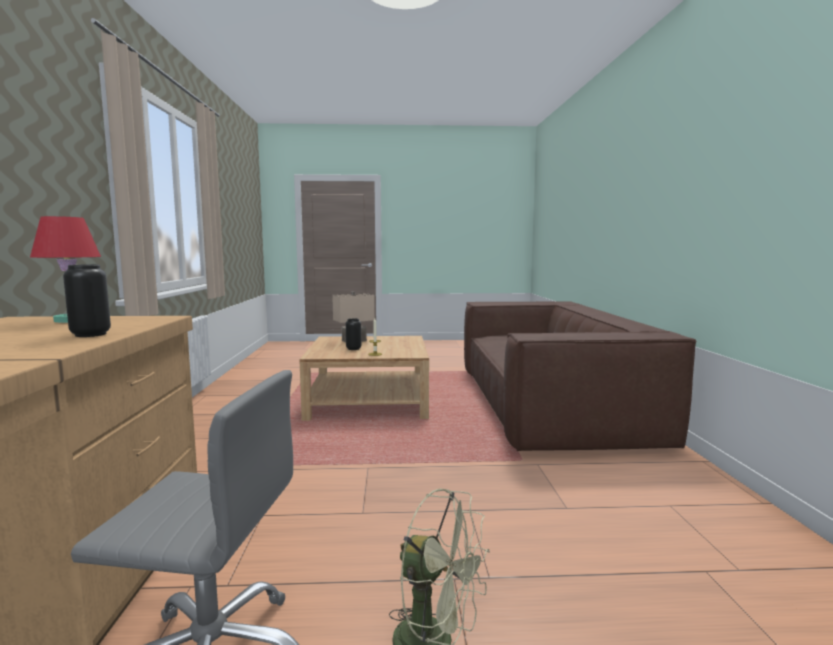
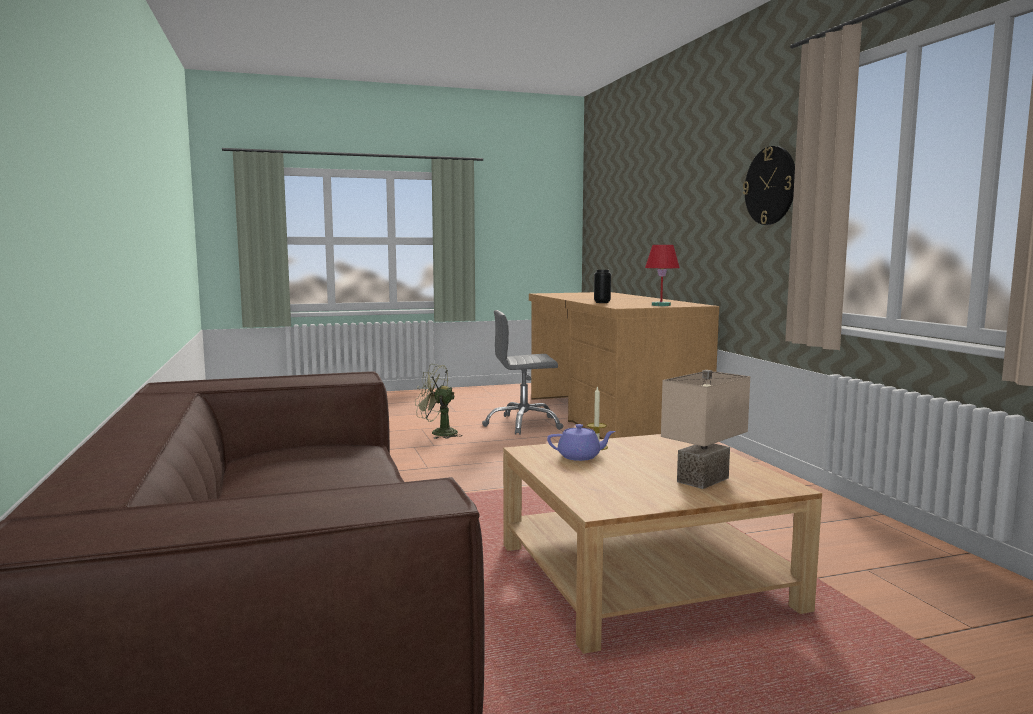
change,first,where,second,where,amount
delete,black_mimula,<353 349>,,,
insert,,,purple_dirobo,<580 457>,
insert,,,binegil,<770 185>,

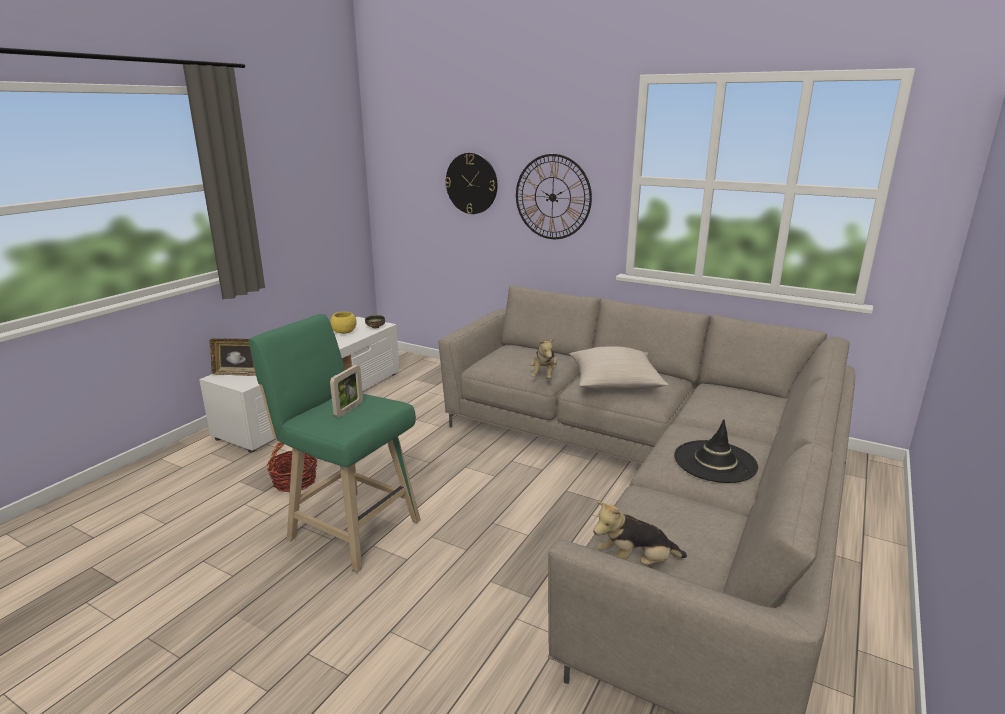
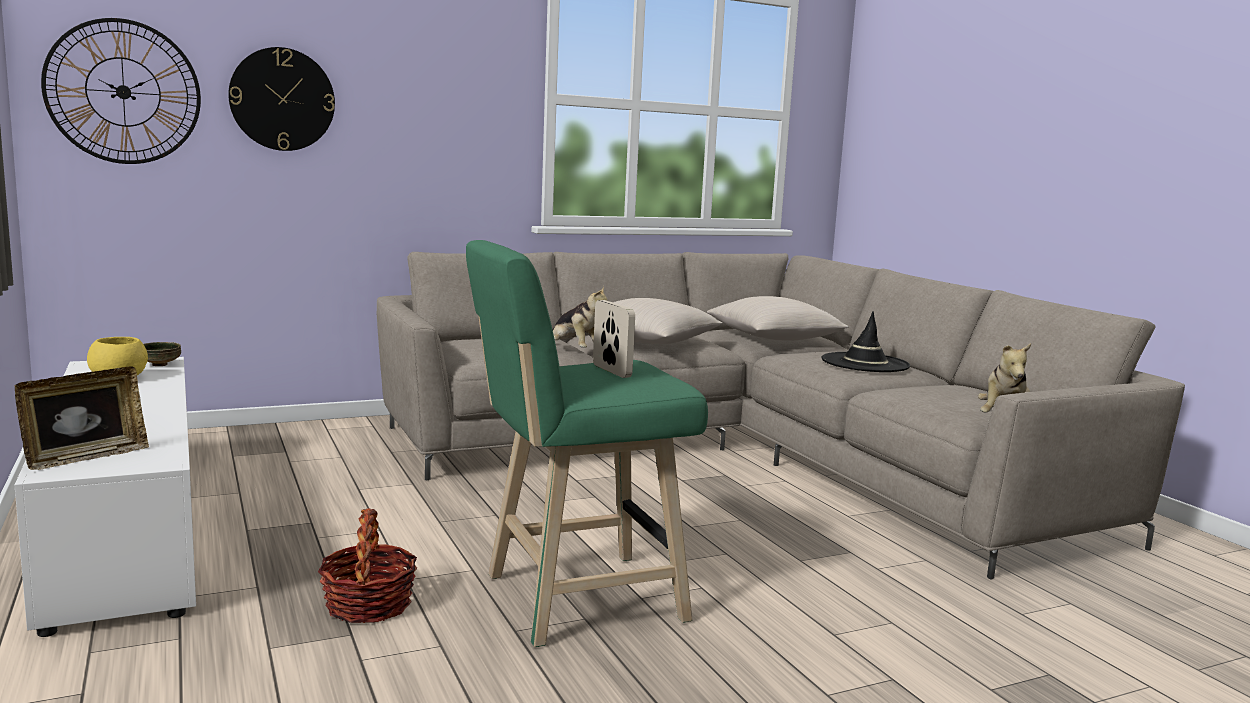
change,first,where,second,where,amount
insert,,,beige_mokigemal,<774 338>,
move,binegil,<552 197>,,<123 92>,

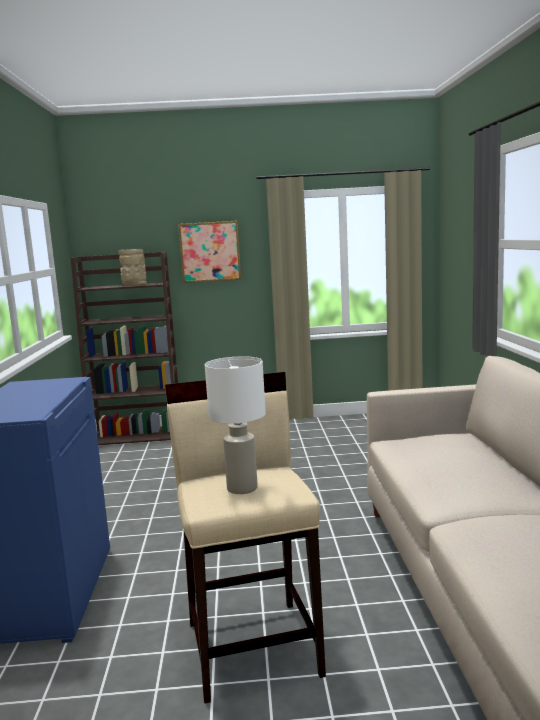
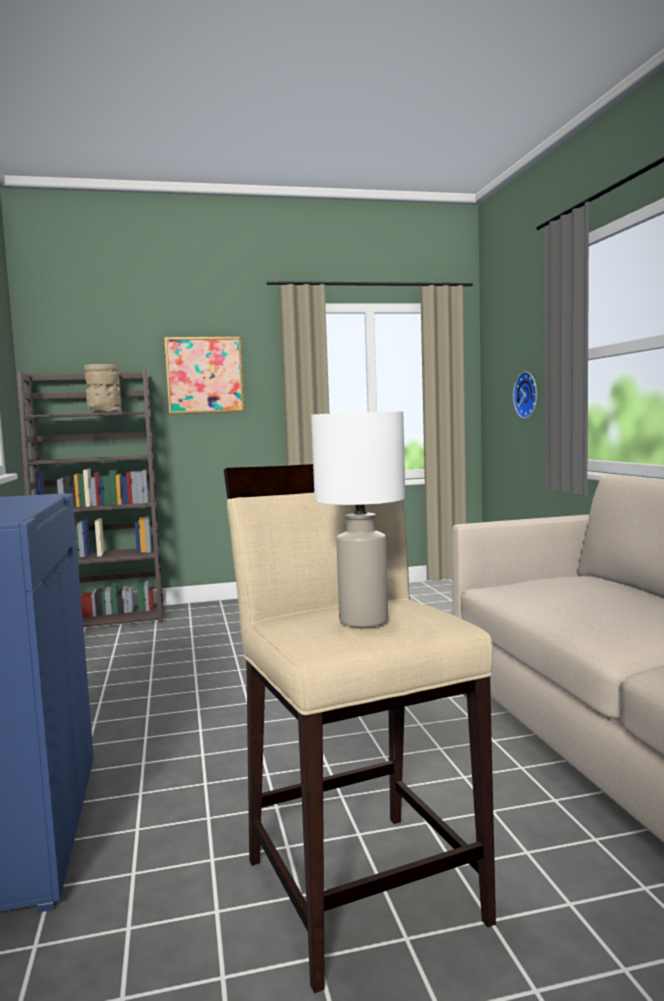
change,first,where,second,where,amount
insert,,,binegil,<528 395>,

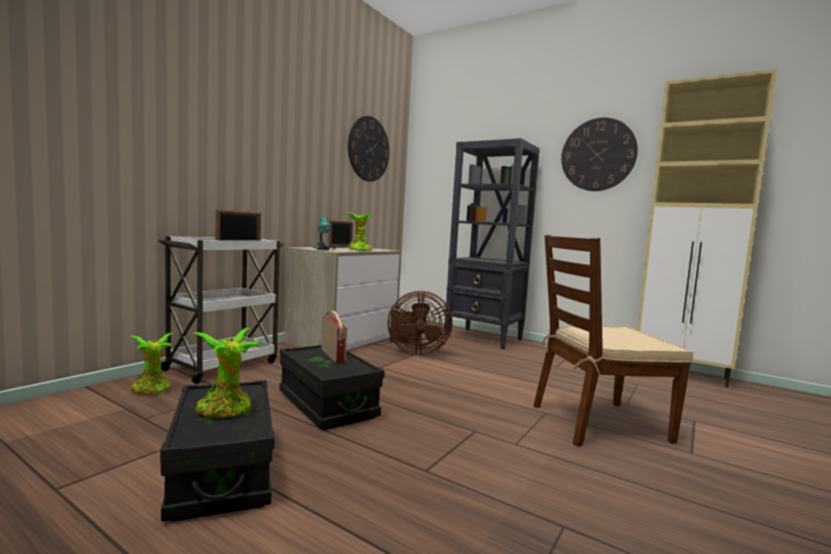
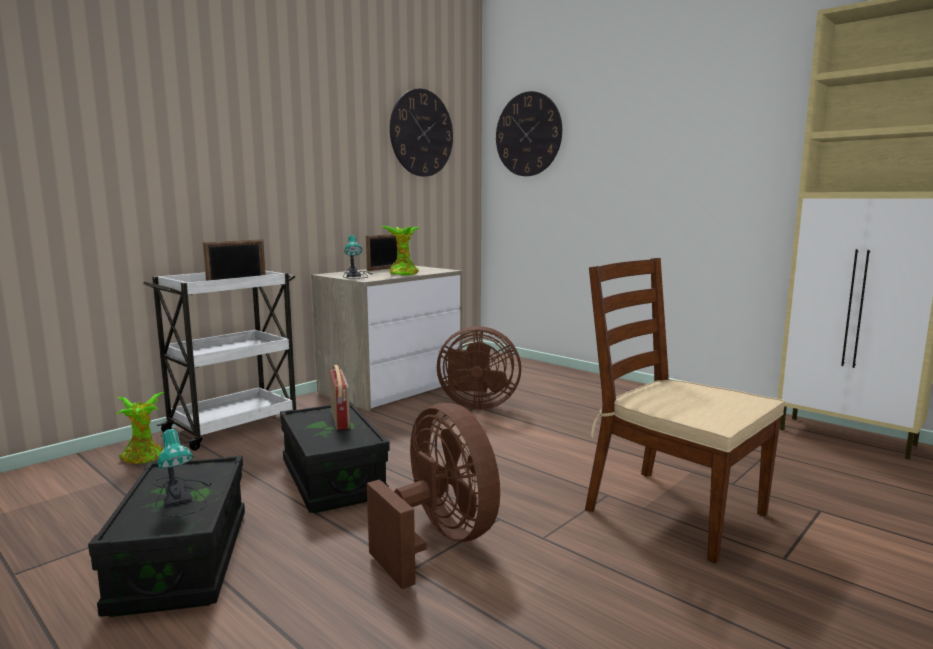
change,first,where,second,where,amount
delete,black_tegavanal,<484 338>,,,
insert,,,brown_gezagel,<439 541>,
move,binegil,<598 155>,,<528 134>,
replace,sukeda,<226 411>,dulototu,<179 495>,
rotate,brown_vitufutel,<597 423>,,<673 511>,45 degrees clockwise

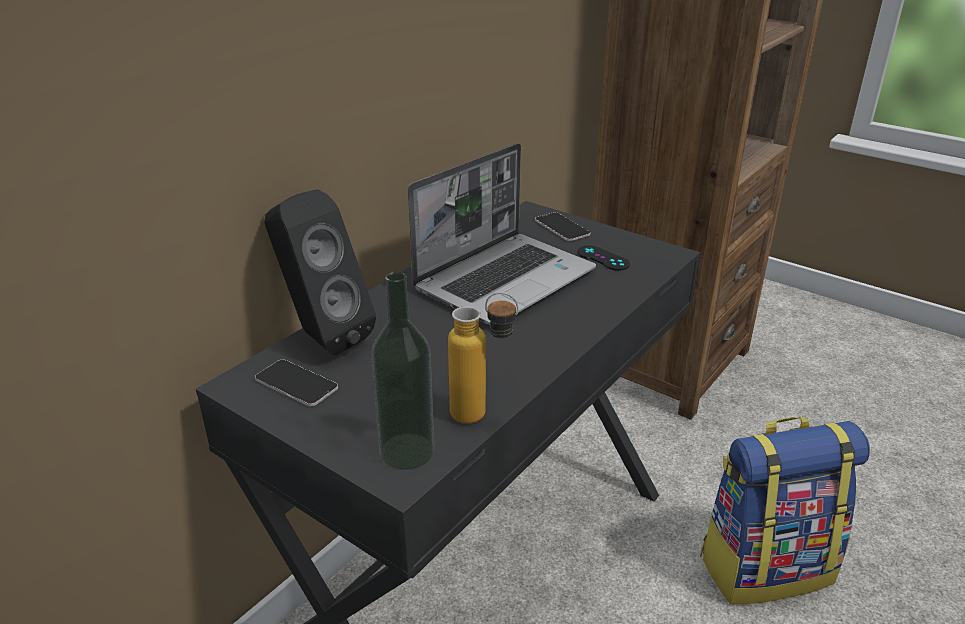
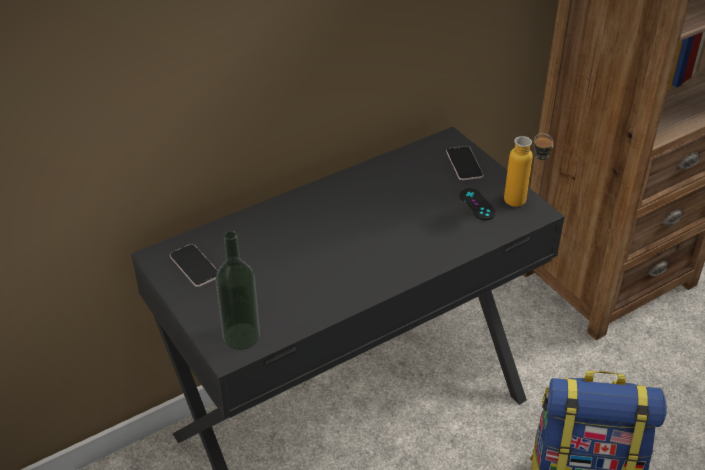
change,first,where,second,where,amount
delete,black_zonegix,<321 337>,,,
delete,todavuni,<505 279>,,,
move,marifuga,<482 416>,,<523 203>,

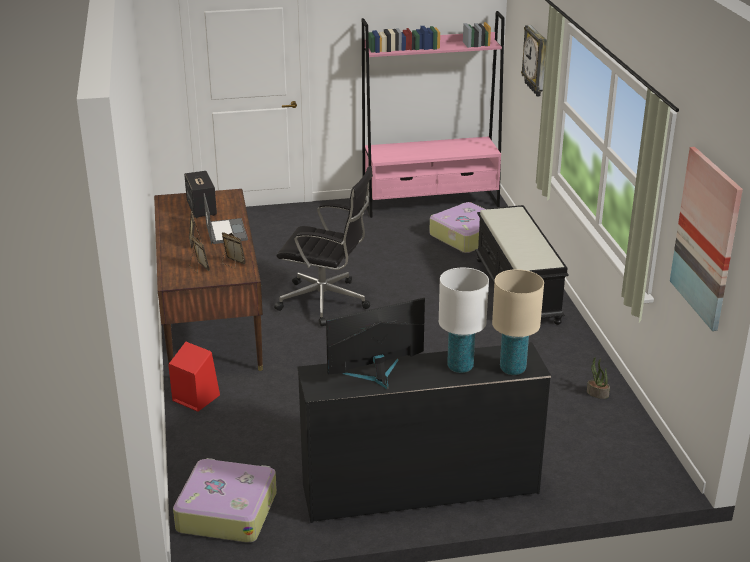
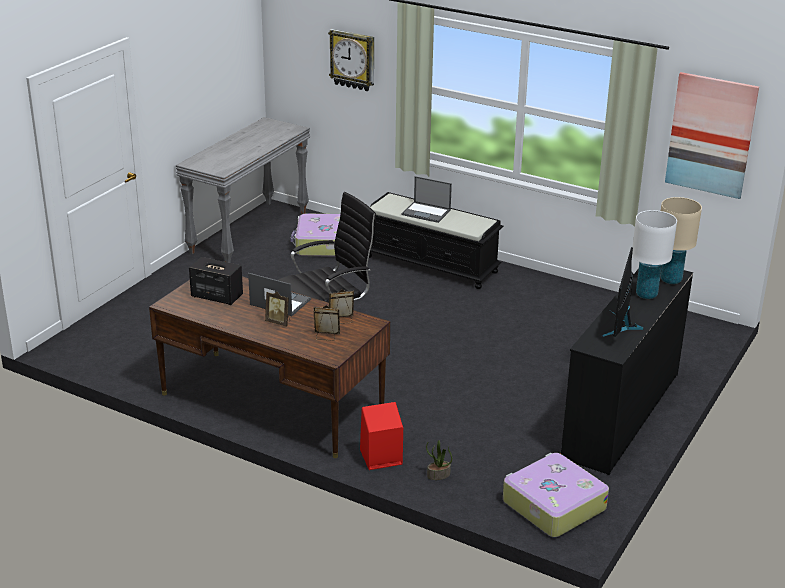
change,first,where,second,where,amount
insert,,,todavuni,<426 212>,
move,sukeda,<597 394>,,<438 475>,
replace,pink_tegavanal,<431 203>,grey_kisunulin,<248 232>,

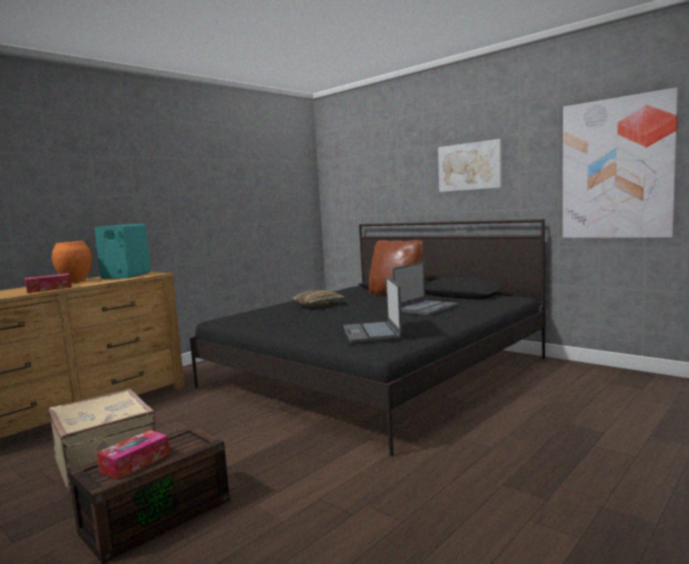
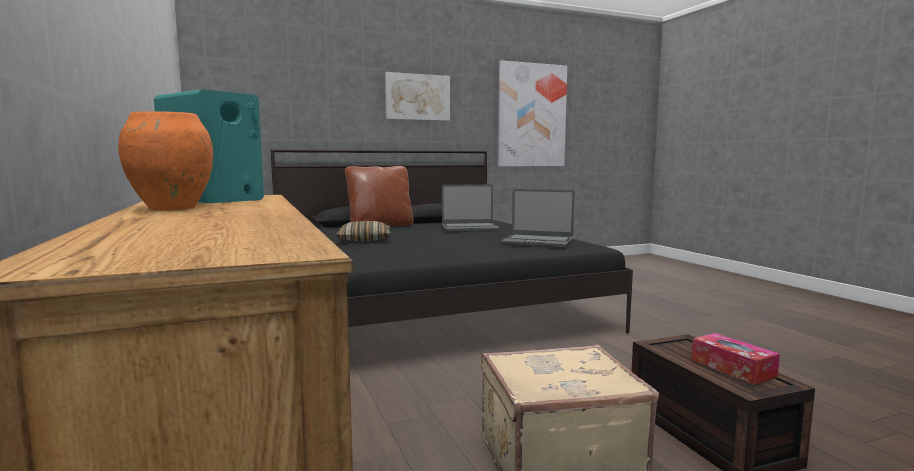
change,first,where,second,where,amount
delete,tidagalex,<49 289>,,,
rotate,todavuni,<425 309>,,<470 228>,105 degrees clockwise

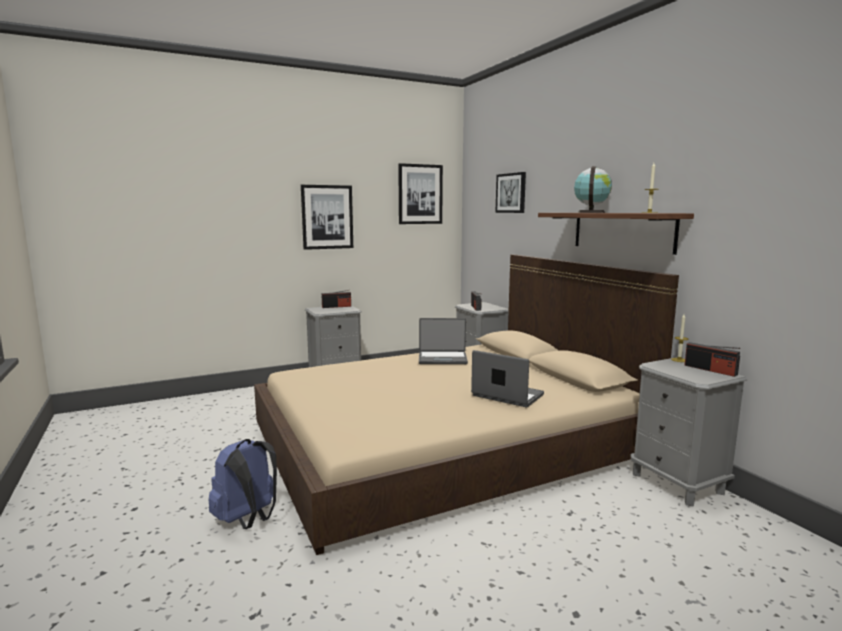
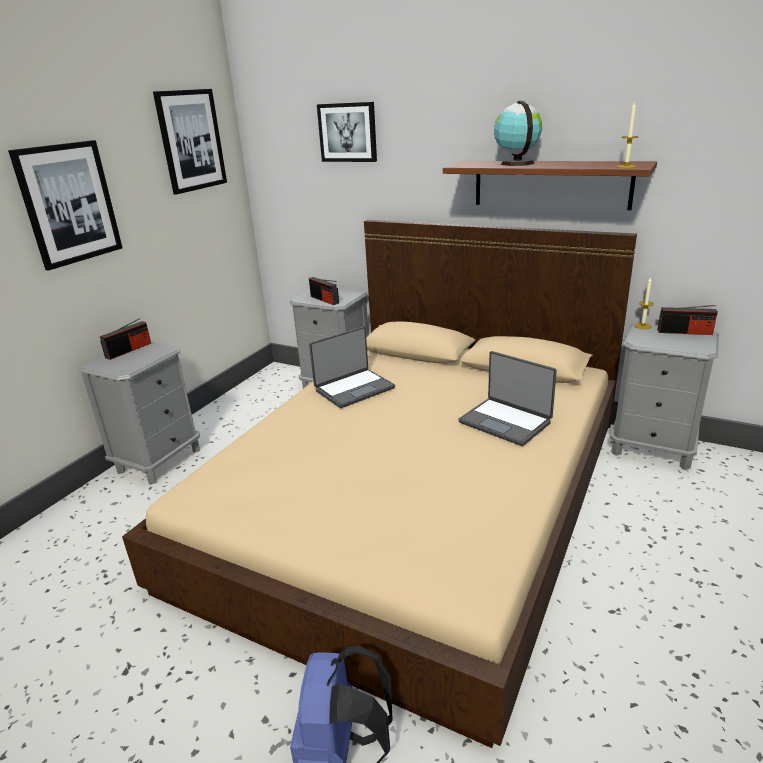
change,first,where,second,where,amount
rotate,todavuni,<507 396>,,<506 422>,135 degrees counterclockwise

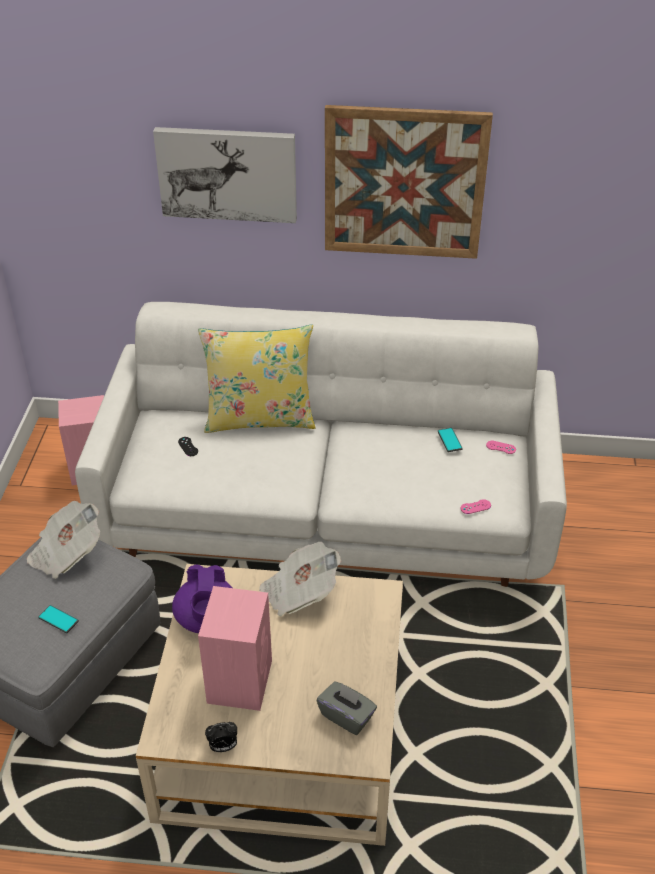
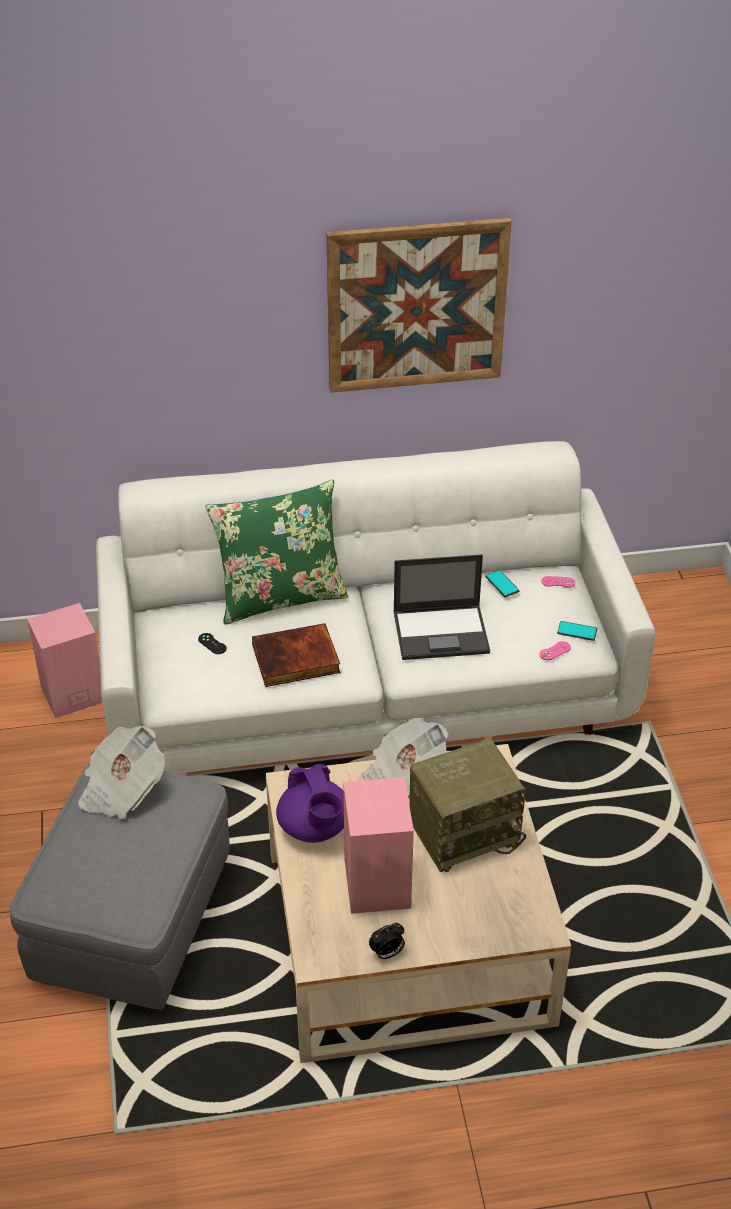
change,first,where,second,where,amount
delete,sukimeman,<227 173>,,,
delete,grey_tidagalex,<346 716>,,,
insert,,,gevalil,<295 660>,
insert,,,todavuni,<442 632>,
insert,,,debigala,<465 831>,
move,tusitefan,<58 619>,,<577 631>,
recolor,yellow_mokigemal,<260 418>,green_mokigemal,<280 597>,

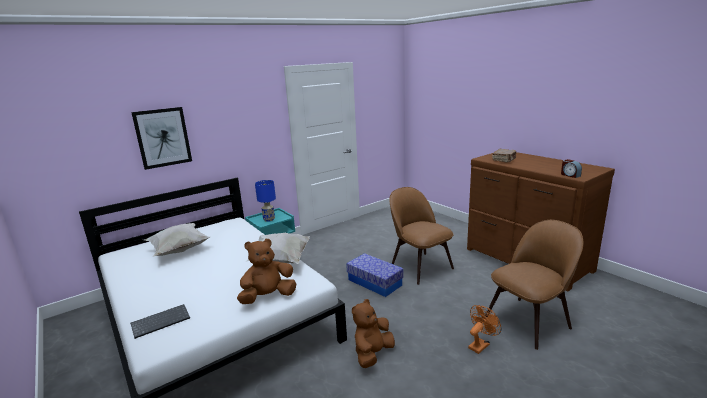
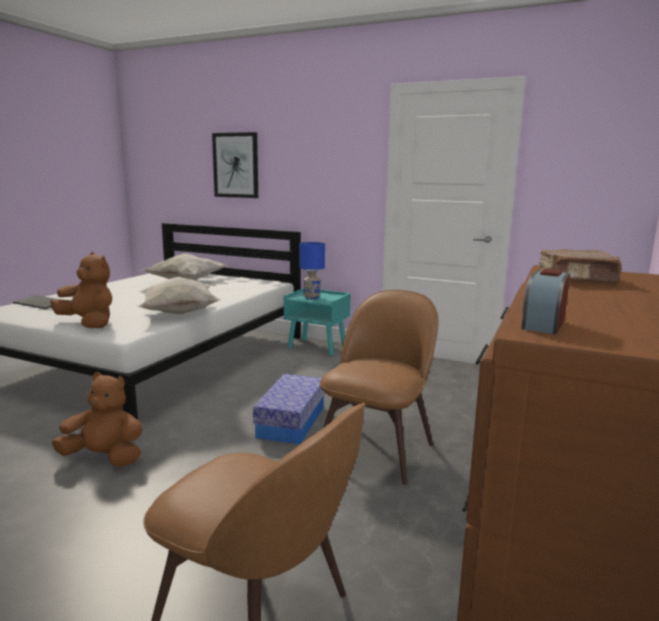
change,first,where,second,where,amount
delete,orange_gezagel,<480 344>,,,

